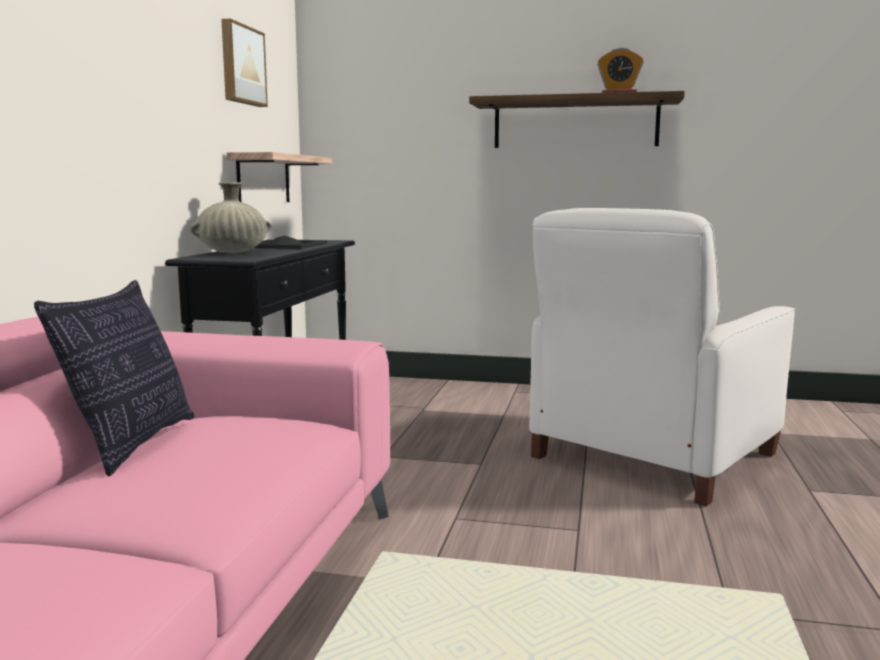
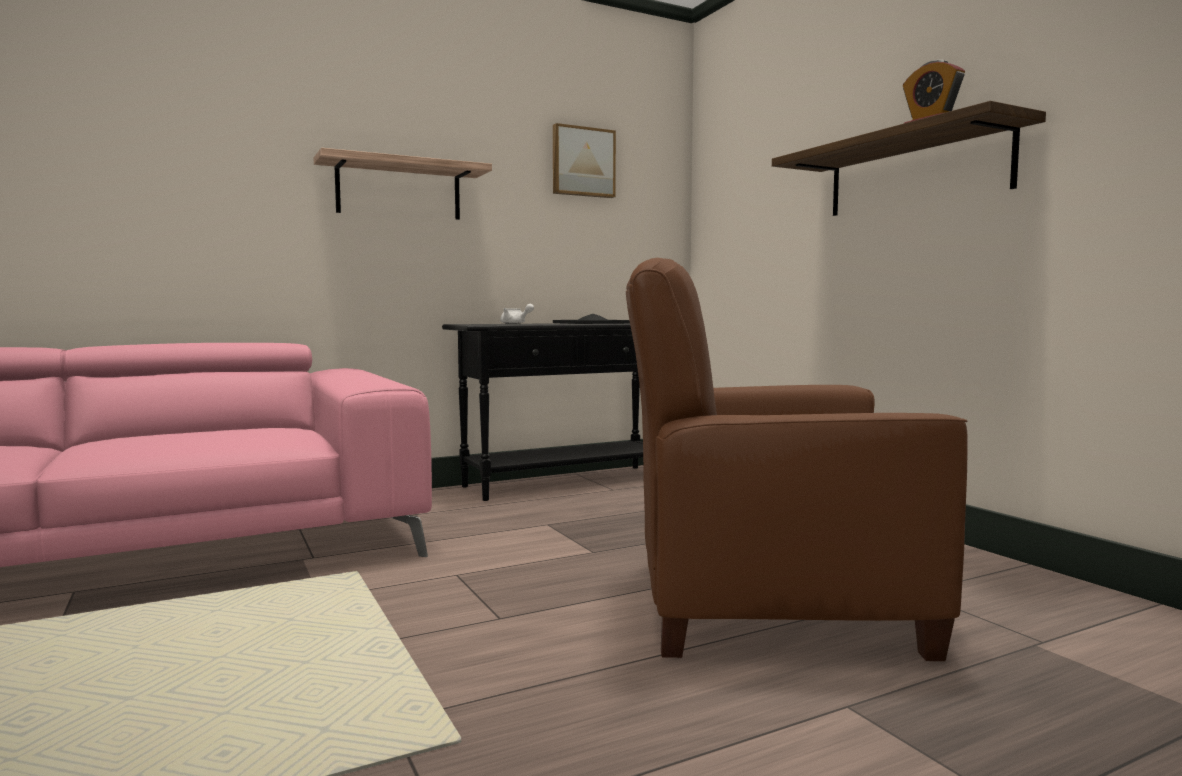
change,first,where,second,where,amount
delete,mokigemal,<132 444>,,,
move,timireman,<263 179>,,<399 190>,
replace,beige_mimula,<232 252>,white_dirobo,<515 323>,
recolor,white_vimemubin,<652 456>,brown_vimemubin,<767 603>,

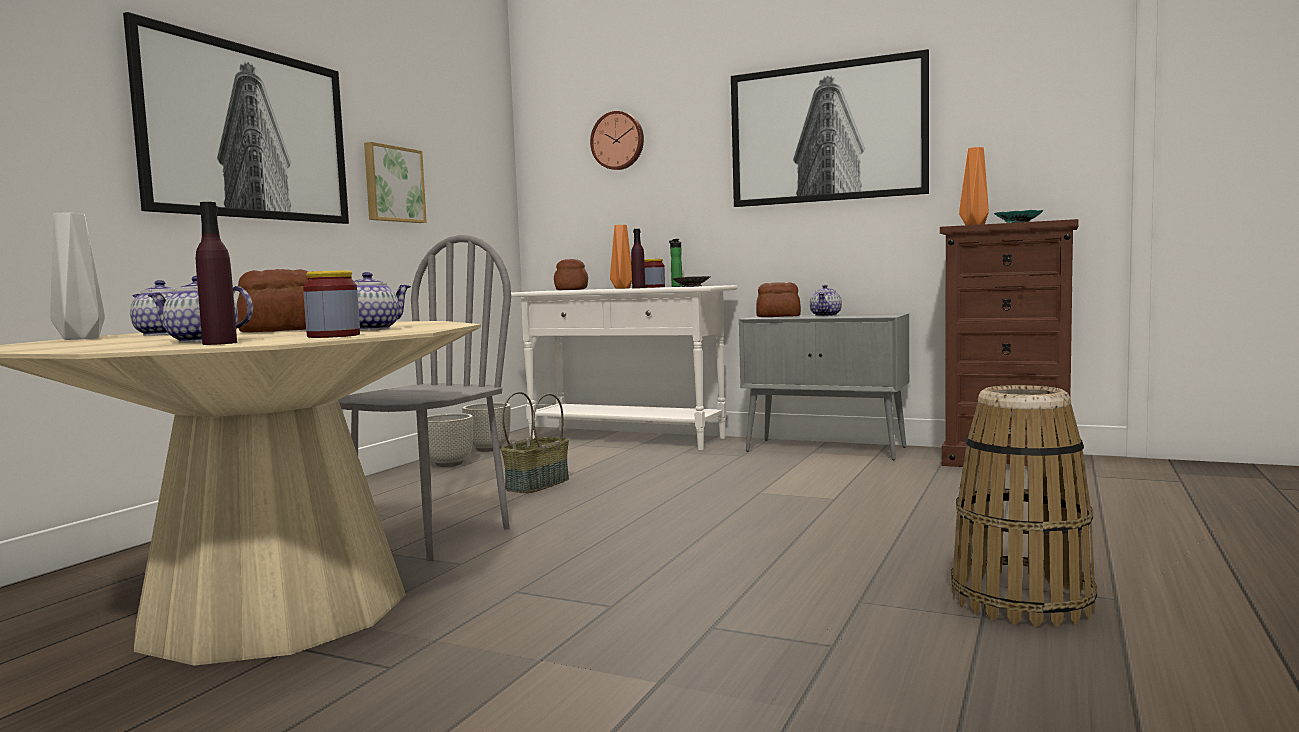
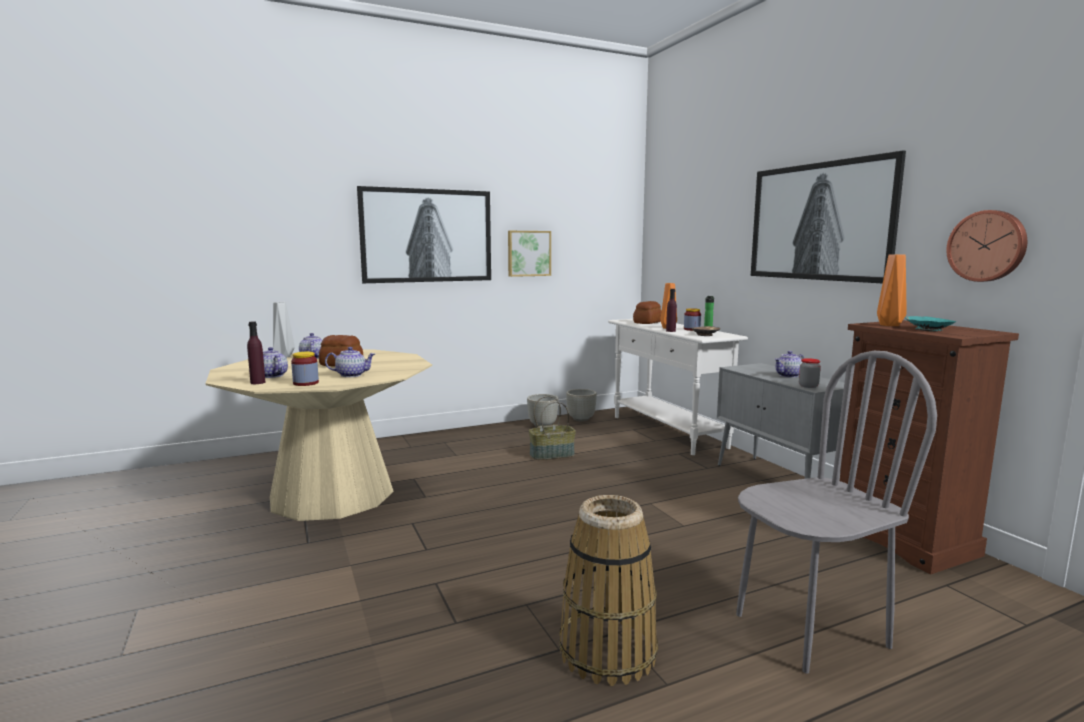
change,first,where,second,where,amount
delete,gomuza,<778 316>,,,
insert,,,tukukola,<808 386>,
move,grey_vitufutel,<431 537>,,<809 629>,
move,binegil,<618 141>,,<987 246>,

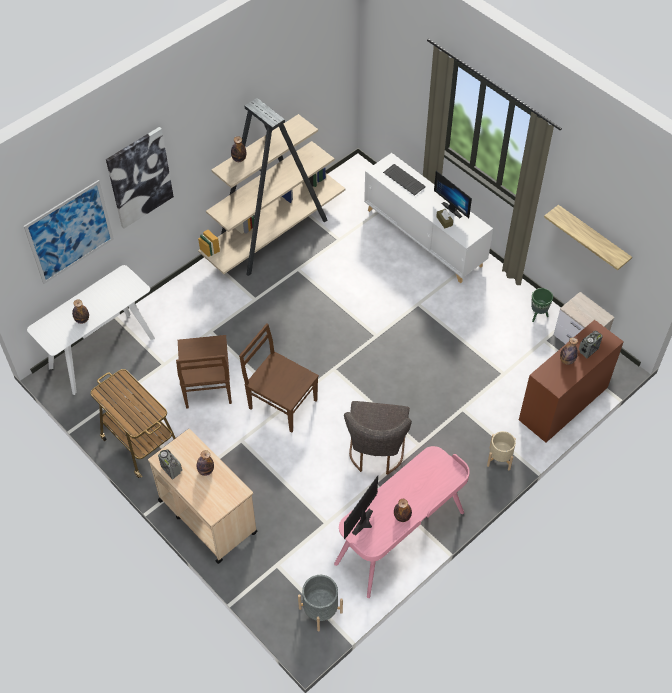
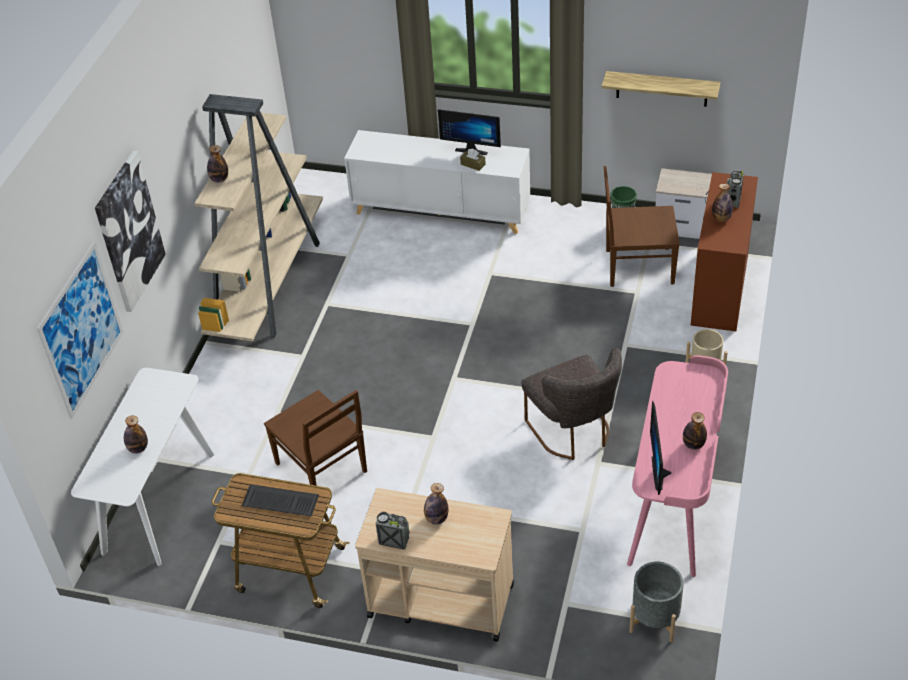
change,first,where,second,where,amount
move,brown_vitufutel,<281 403>,,<637 267>,
move,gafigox,<403 180>,,<279 502>,

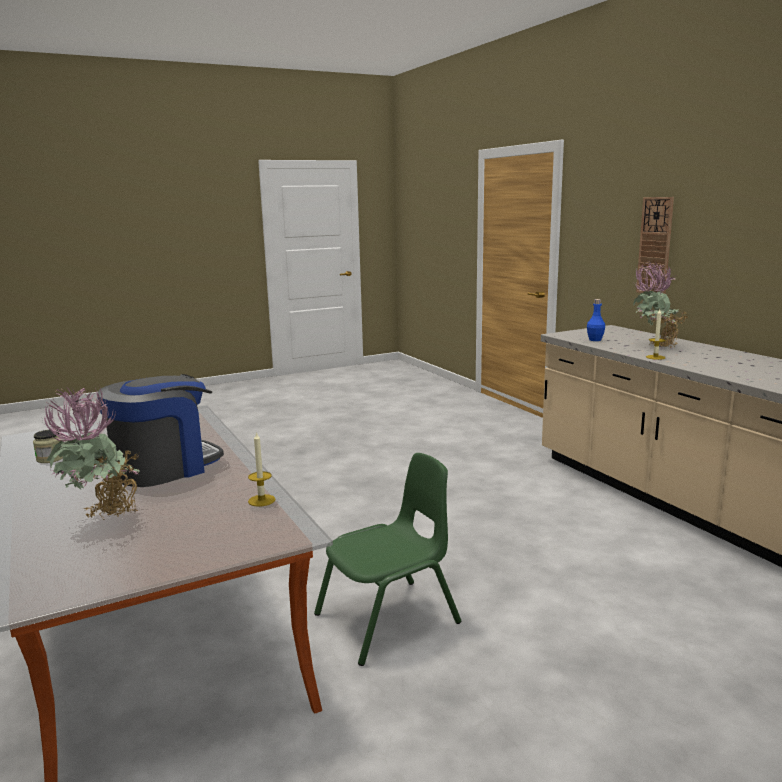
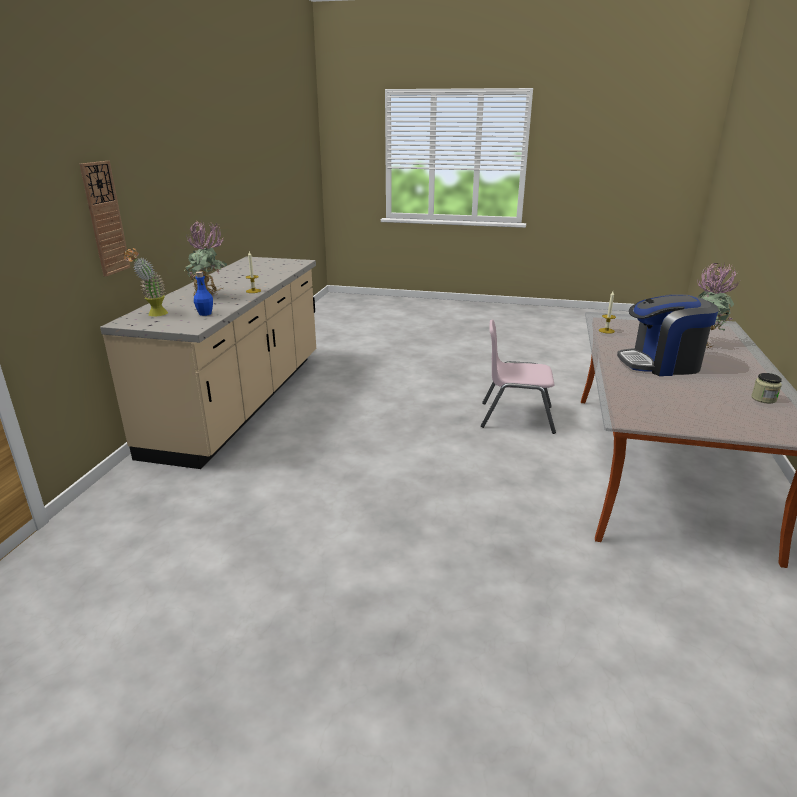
change,first,where,second,where,amount
insert,,,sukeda,<153 315>,
recolor,green_vitufutel,<389 619>,pink_vitufutel,<516 417>,

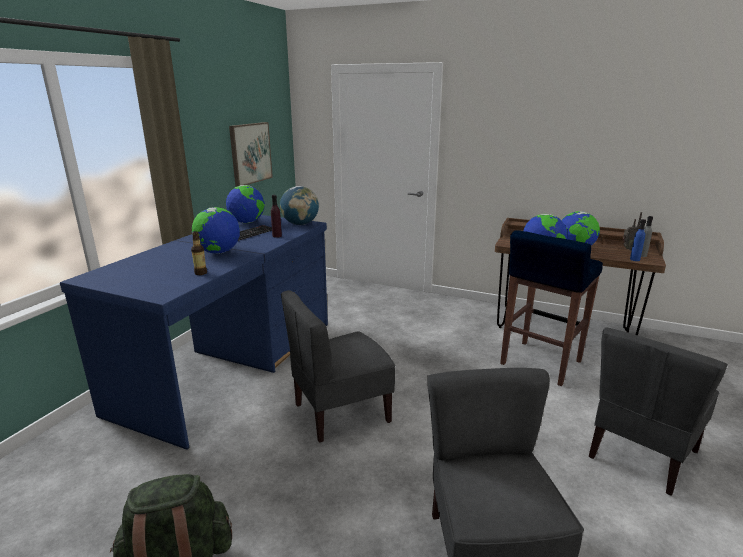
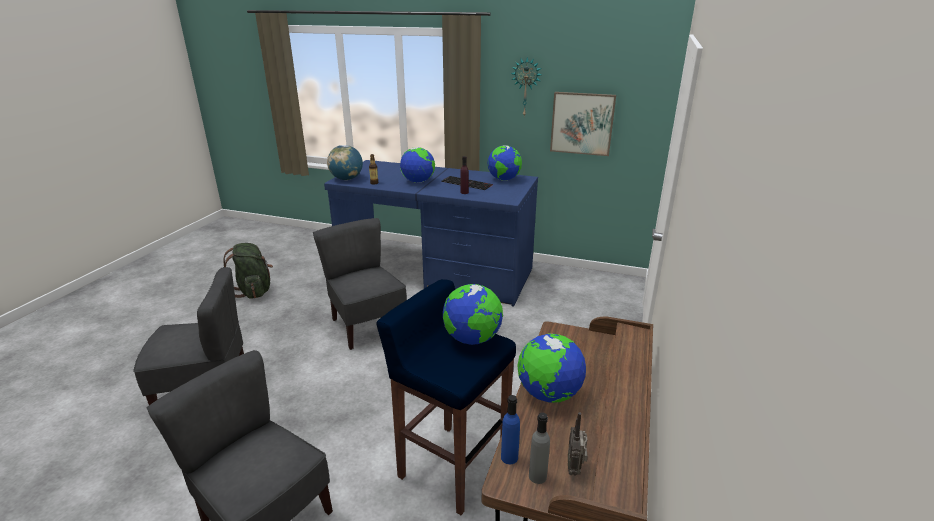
change,first,where,second,where,amount
insert,,,binegil,<526 87>,
move,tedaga,<300 224>,,<346 179>,

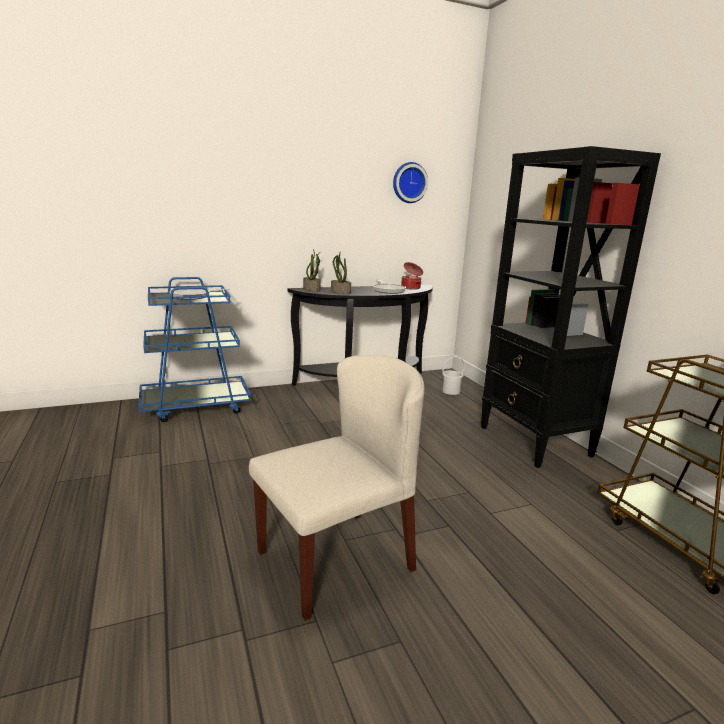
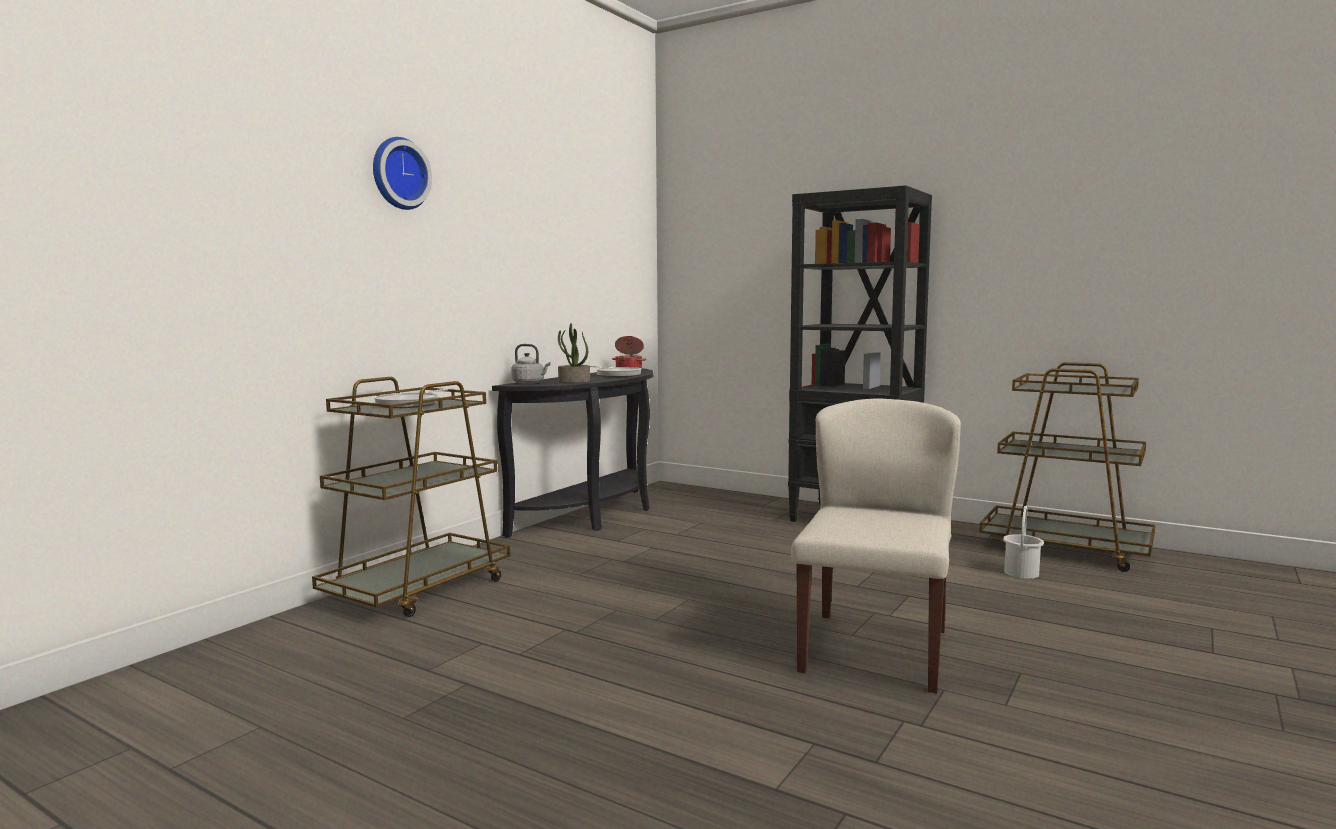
change,first,where,second,where,amount
move,binegil,<409 182>,,<398 174>,
move,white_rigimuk,<451 391>,,<1022 573>,
replace,sukeda,<312 289>,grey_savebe,<530 383>,
recolor,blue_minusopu,<196 406>,brown_minusopu,<419 590>,

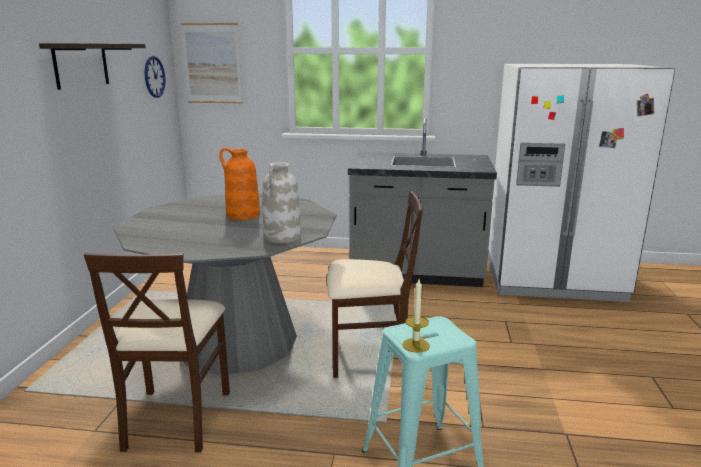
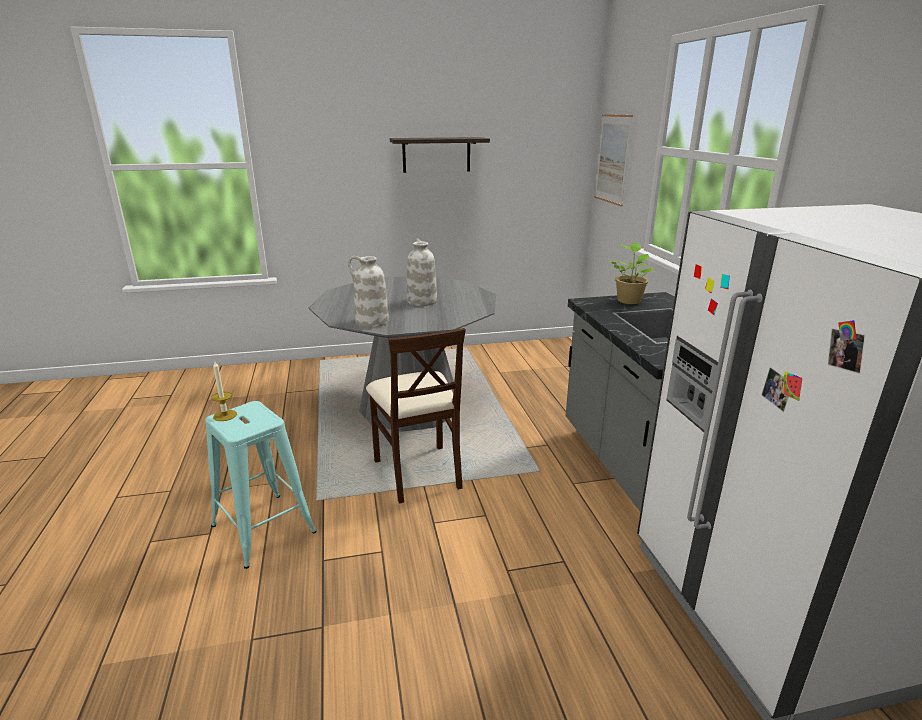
change,first,where,second,where,amount
delete,beige_vitufutel,<176 418>,,,
delete,binegil,<154 77>,,,
insert,,,sukeda,<628 300>,
recolor,orange_mimula,<242 215>,white_mimula,<421 301>,

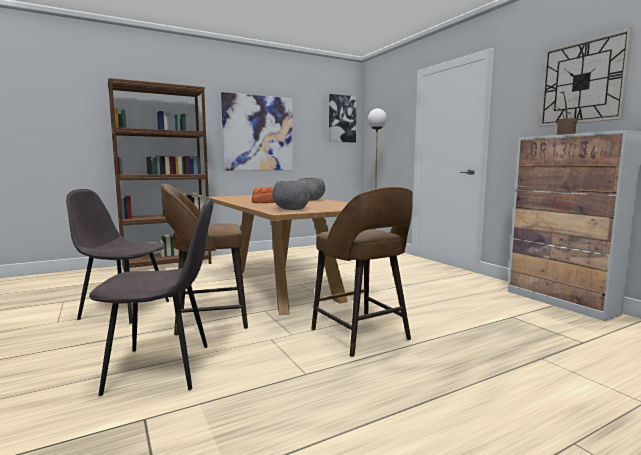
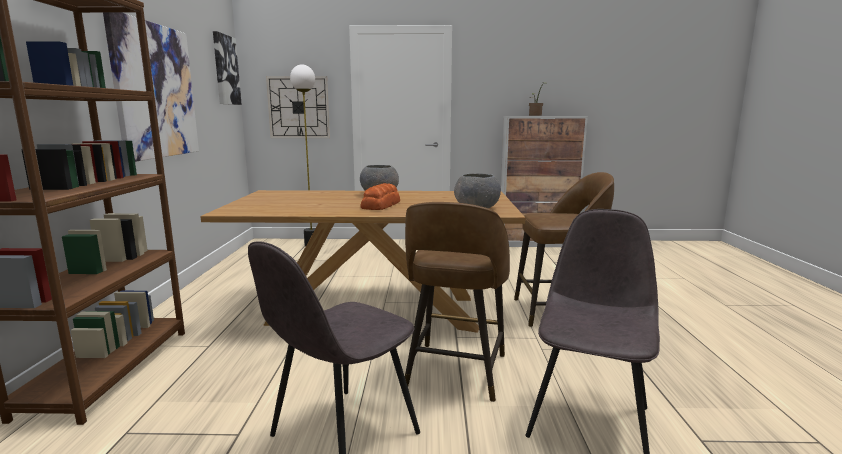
change,first,where,second,where,amount
move,binegil,<582 82>,,<298 107>,

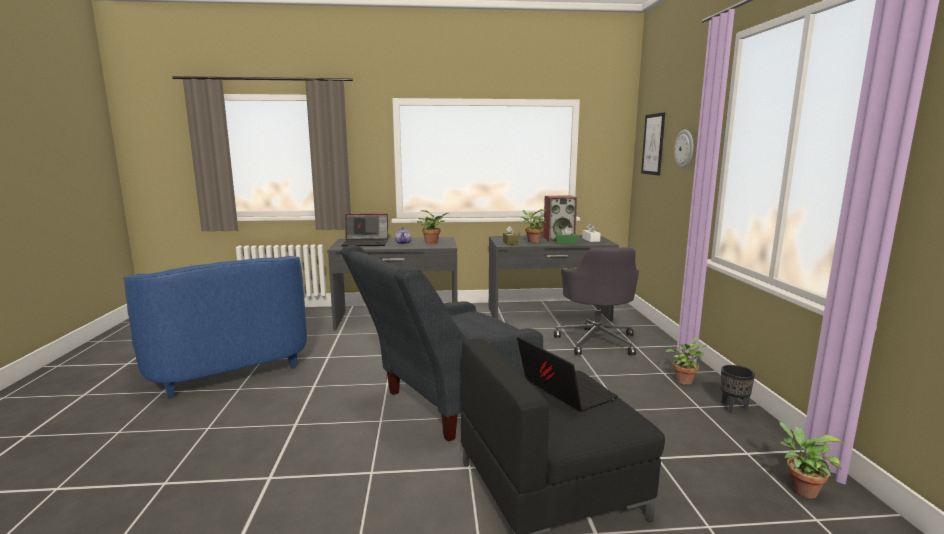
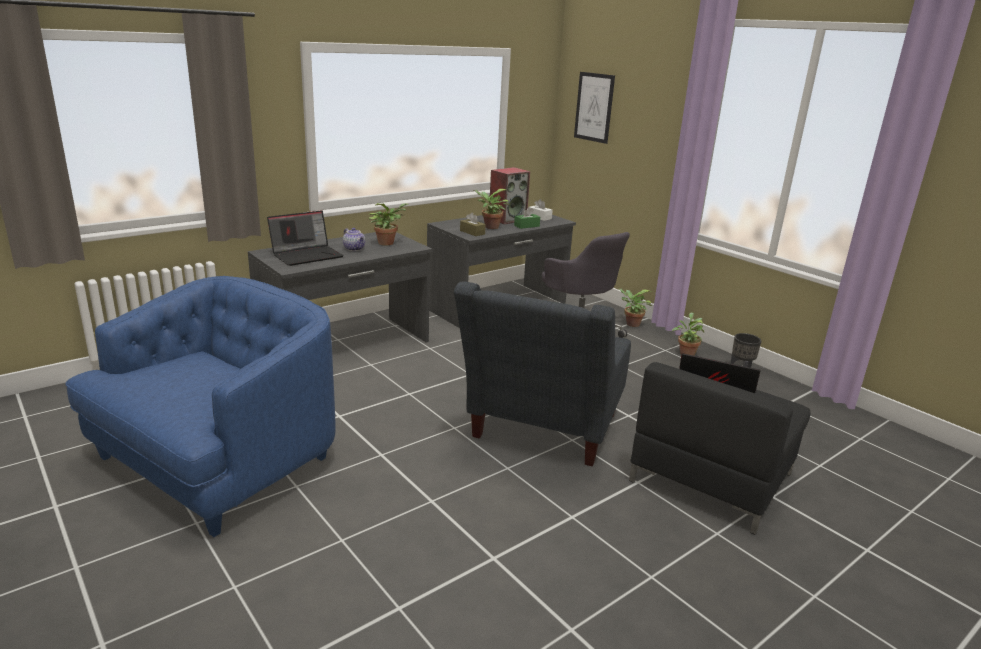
change,first,where,second,where,amount
delete,binegil,<684 149>,,,
move,sukeda,<800 489>,,<631 324>,
rotate,blue_vimemubin,<226 363>,,<218 461>,75 degrees counterclockwise

